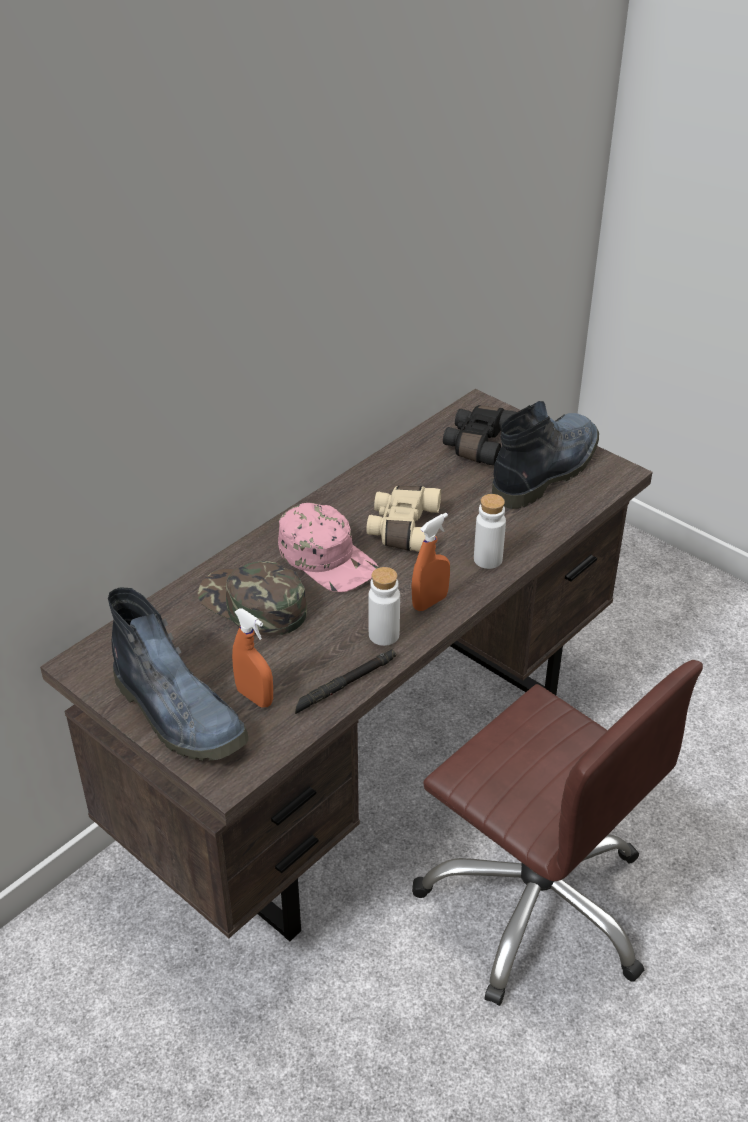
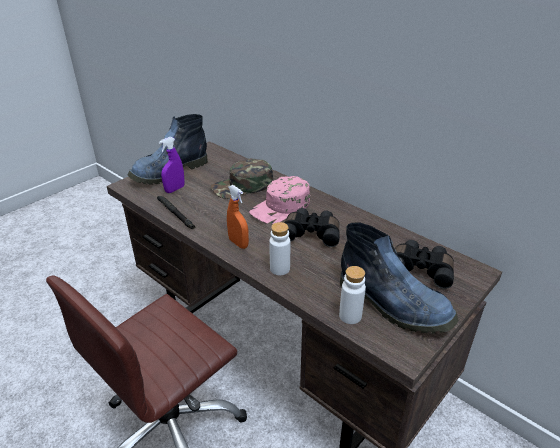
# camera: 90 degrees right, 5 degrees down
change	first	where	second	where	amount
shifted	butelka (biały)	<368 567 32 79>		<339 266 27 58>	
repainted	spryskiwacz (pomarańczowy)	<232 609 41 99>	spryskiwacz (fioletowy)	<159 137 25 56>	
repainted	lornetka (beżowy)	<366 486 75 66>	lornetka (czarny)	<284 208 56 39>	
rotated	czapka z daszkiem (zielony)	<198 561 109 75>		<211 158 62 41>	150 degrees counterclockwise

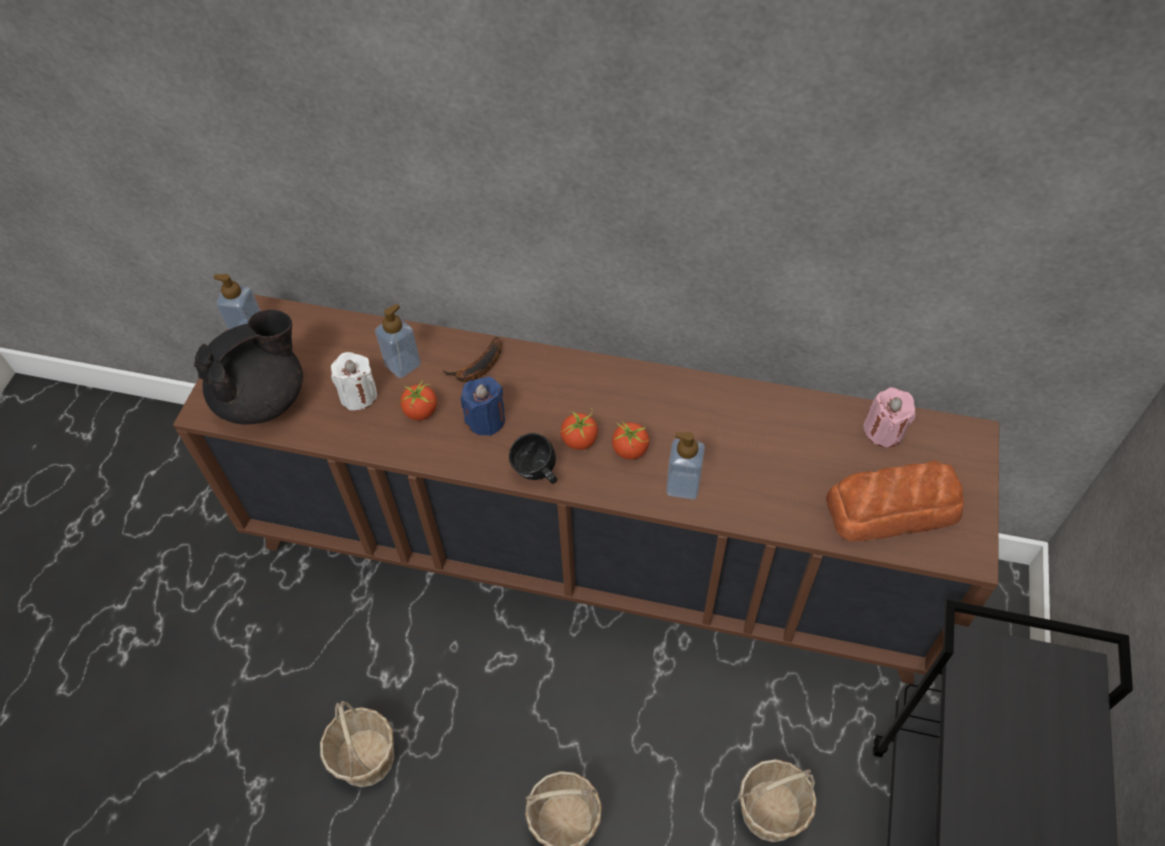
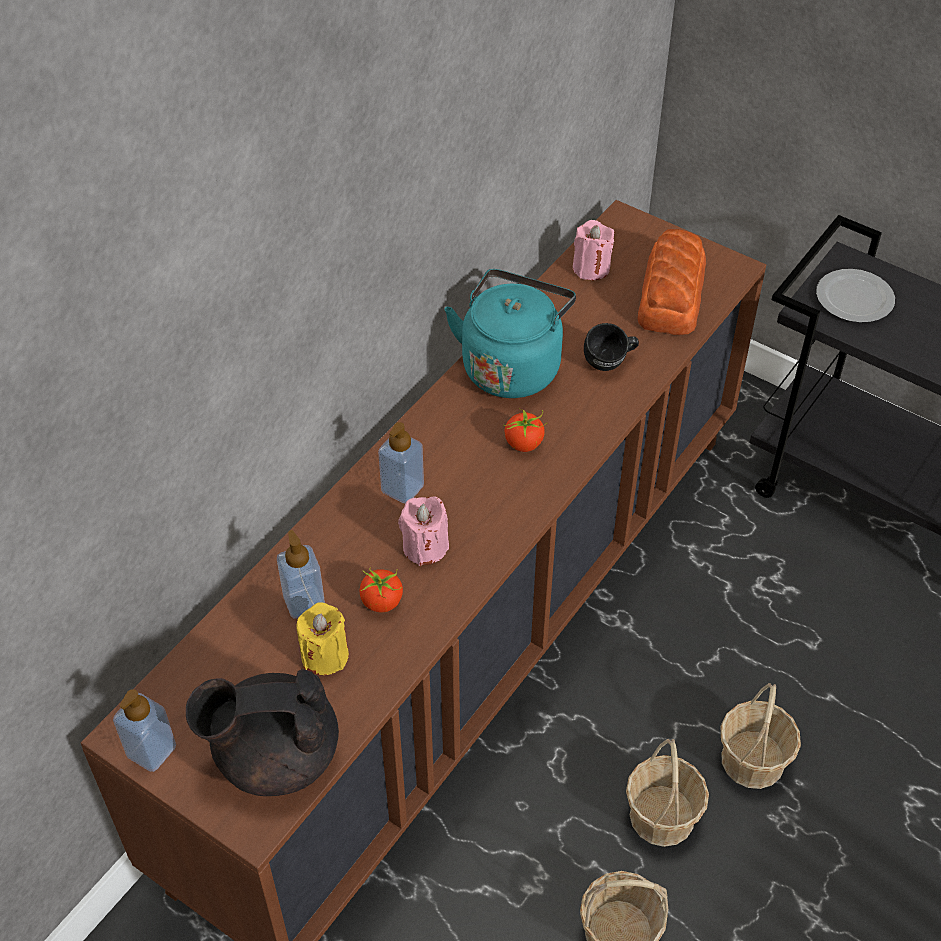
# camera: 70 degrees left, 5 degrees down
change	first	where	second	where	amount
gone	banan	<442 337 60 45>			
gone	pomidor	<560 408 40 42>			
new			czajnik (turkusowy)	<445 269 131 129>	
new			talerz	<816 269 79 54>	
shifted	kubek (czarny)	<509 433 48 51>		<584 323 55 48>	
shifted	dozownik mydła	<666 432 39 68>		<378 422 46 82>	
shifted	koszyk	<739 759 78 83>		<626 739 83 108>	
repainted	świeca (biały)	<331 352 46 58>	świeca (żółty)	<297 602 52 73>	
repainted	świeca (niebieski)	<461 377 44 59>	świeca (różowy)	<398 496 51 70>	
rotated	imbryk (czarny)	<194 310 109 114>		<186 669 153 127>	75 degrees counterclockwise

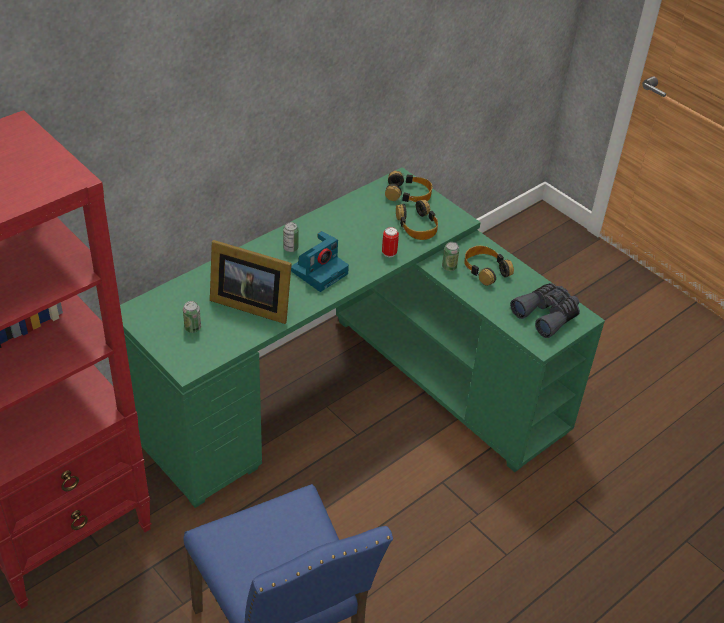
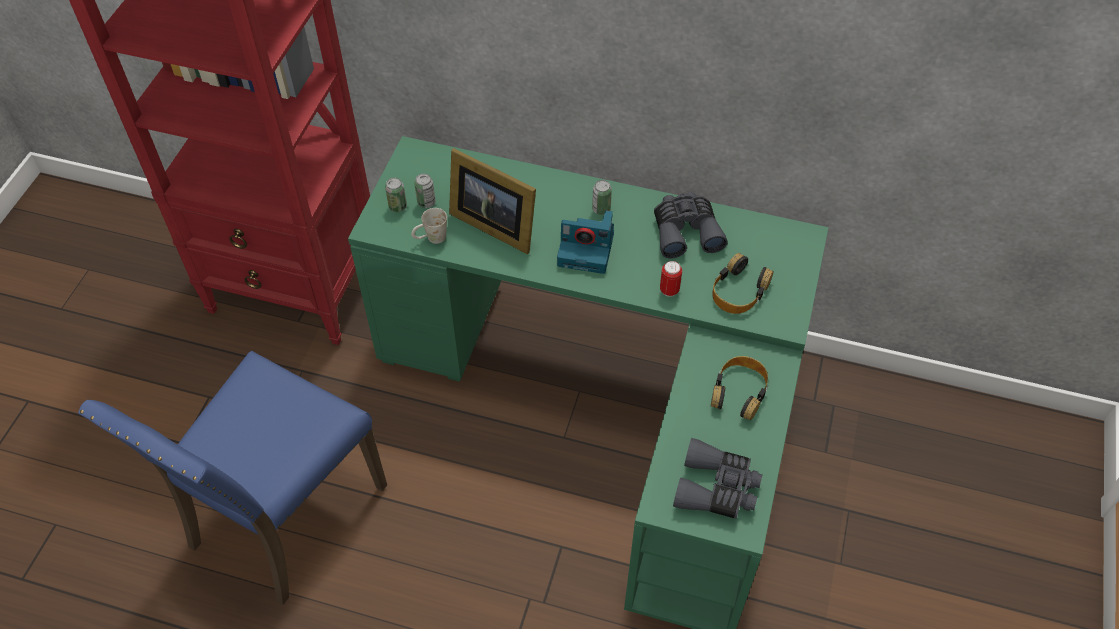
# camera: 60 degrees right, 10 degrees up
change	first	where	second	where	amount
gone	słuchawki	<385 171 47 31>			
new			kubek (biały)	<411 208 36 36>	
new			lornetka (szary)	<654 192 73 67>	
shifted	puszka	<442 242 18 29>		<385 178 22 34>	
rotated	ramka na zdjęcie	<210 240 82 84>		<449 148 87 106>	45 degrees counterclockwise

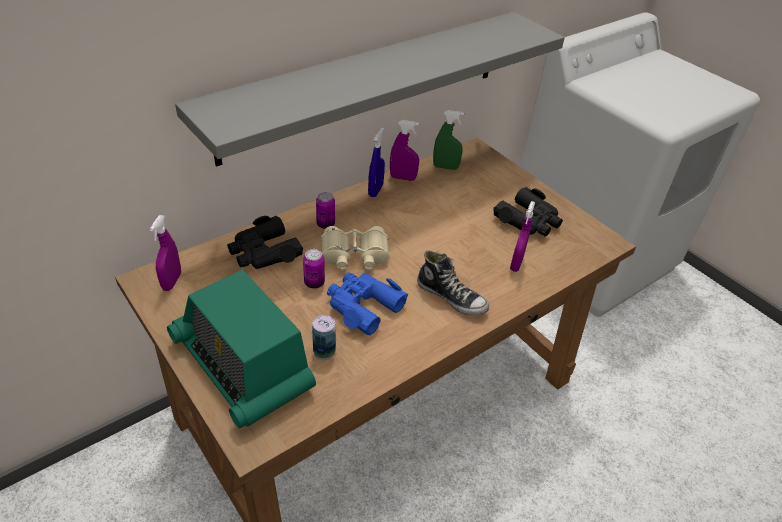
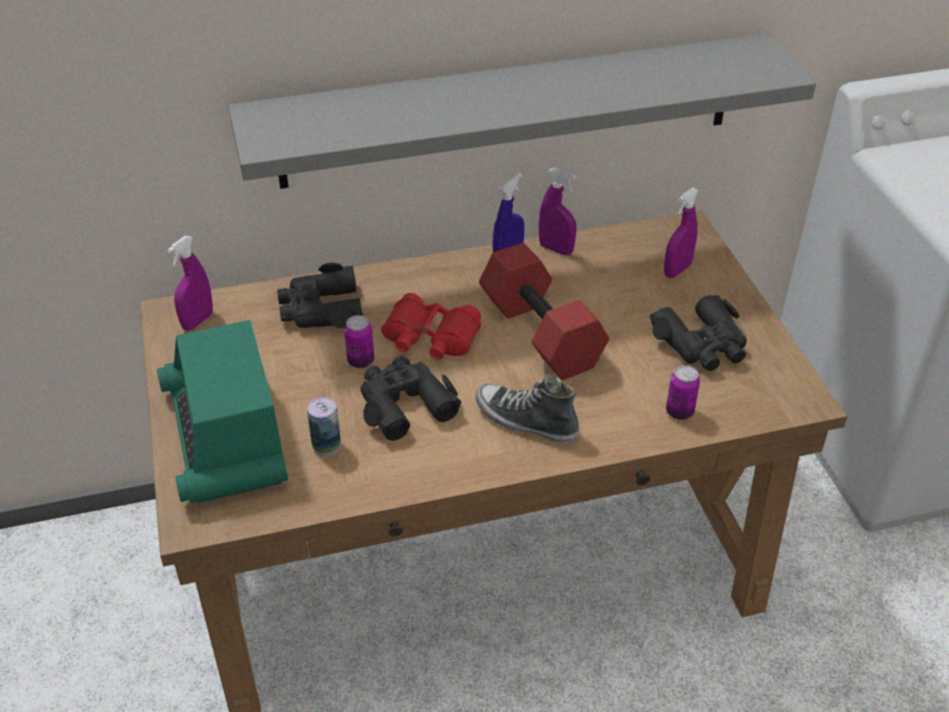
# camera: 25 degrees right, 0 degrees up
change	first	where	second	where	amount
gone	spryskiwacz (zielony)	<433 110 31 60>			
new			hantel (czerwony)	<479 243 130 137>	
shifted	puszka	<316 192 19 37>		<666 365 34 55>	
shifted	spryskiwacz (fioletowy)	<510 201 25 71>		<664 187 35 91>	
repainted	lornetka (beżowy)	<321 226 69 44>	lornetka (czerwony)	<381 293 100 67>	
repainted	lornetka (niebieski)	<327 272 81 63>	lornetka (czarny)	<360 356 101 85>	
rotated	but	<417 250 72 66>		<476 373 103 70>	150 degrees clockwise

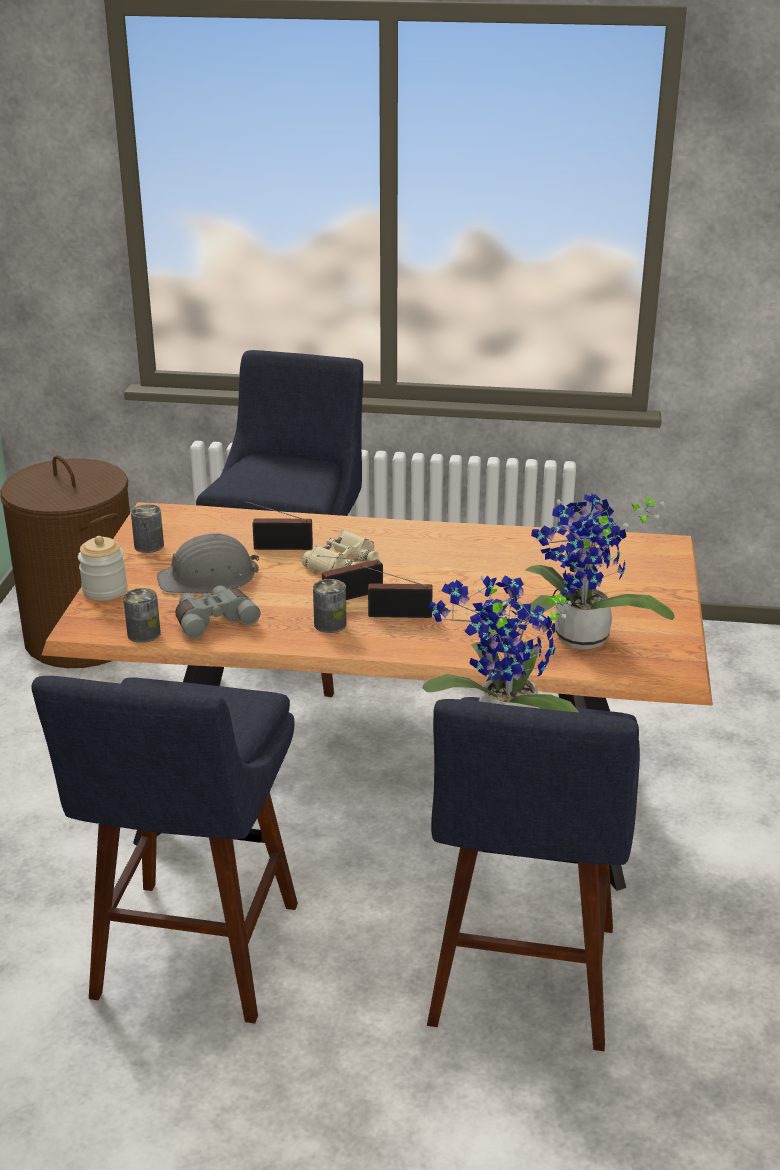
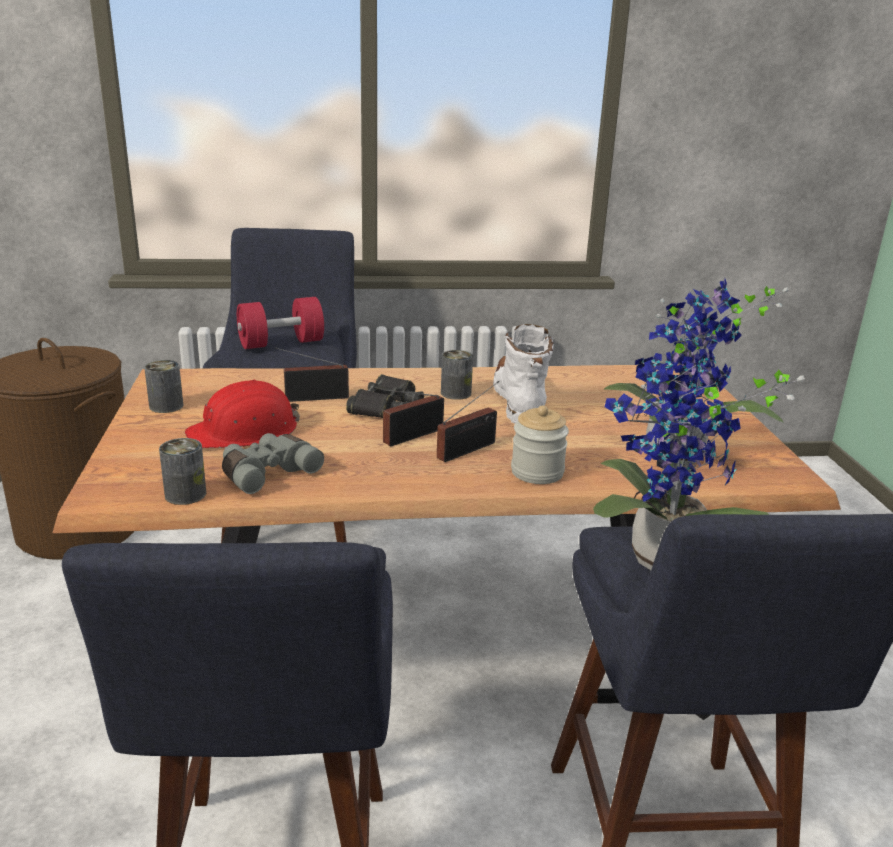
# camera: 15 degrees left, 5 degrees down
change	first	where	second	where	amount
new			hantel (czerwony)	<237 297 87 52>	
new			but z cholewką (biały)	<493 324 60 99>	
shifted	słoik	<78 536 49 65>		<511 405 58 79>	
shifted	puszka	<313 579 34 54>		<441 350 32 50>	
repainted	kask (szary)	<157 533 102 61>	kask (czerwony)	<185 380 115 68>	
repainted	lornetka (beżowy)	<302 530 77 42>	lornetka (czarny)	<346 374 78 44>	
rotated	radio	<360 565 73 53>		<437 381 62 81>	150 degrees clockwise

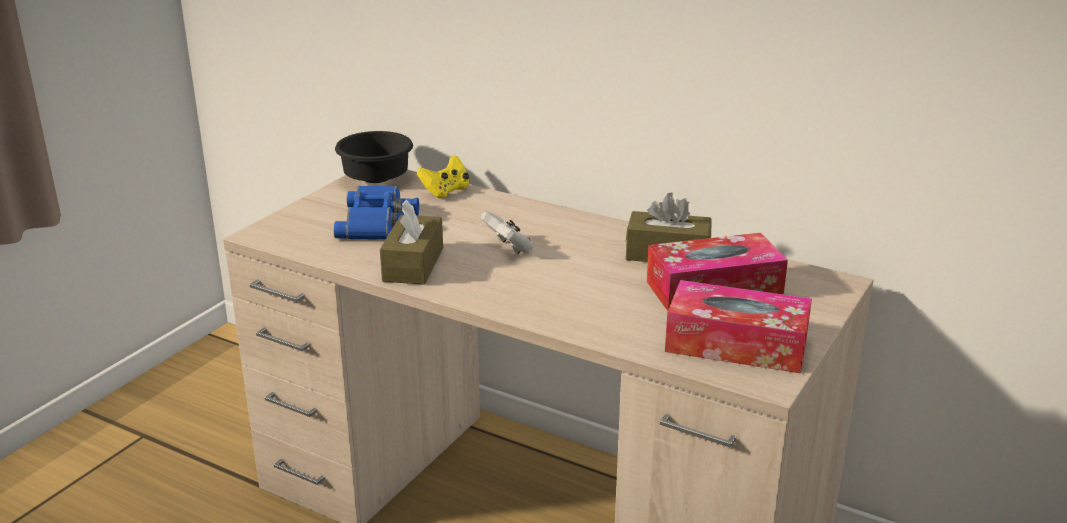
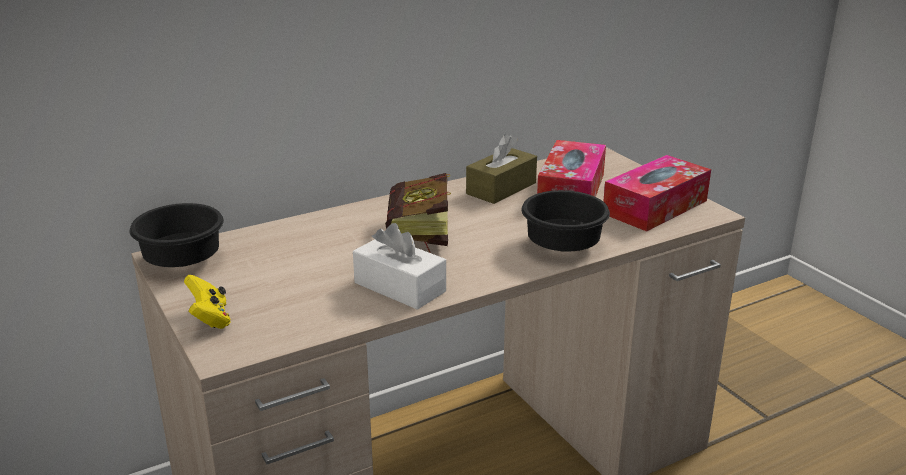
# camera: 60 degrees left, 0 degrees up
change	first	where	second	where	amount
gone	lornetka (niebieski)	<333 186 86 54>			
new			miska (czarny)	<521 190 89 62>	
shifted	pad do gier (żółty)	<417 155 52 43>		<184 275 47 54>	
swapped	pad do gier (biały)	<481 211 52 43>	książka	<385 173 66 80>	
repainted	pudełko chusteczek (brązowy)	<380 199 63 86>	pudełko chusteczek (biały)	<353 223 93 87>	

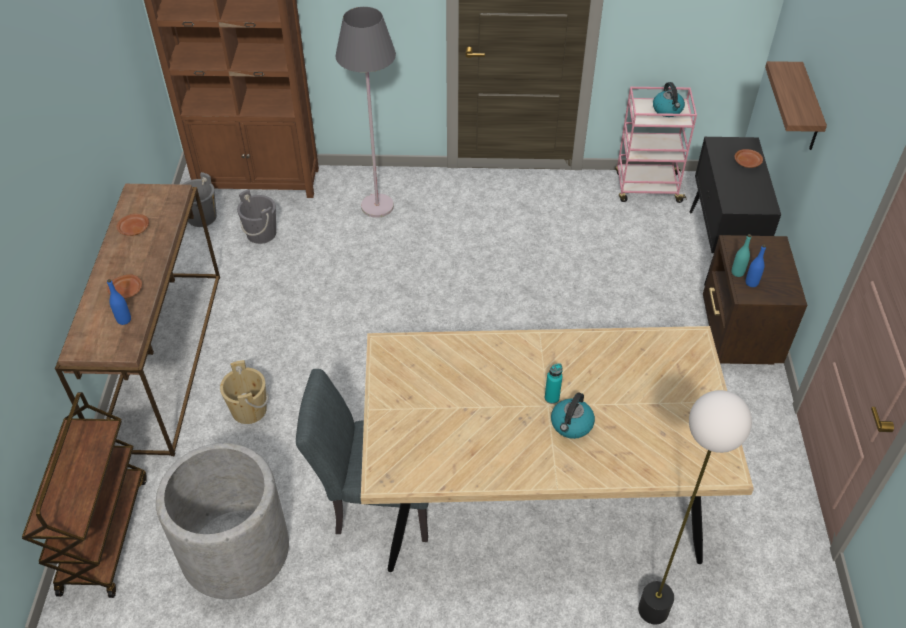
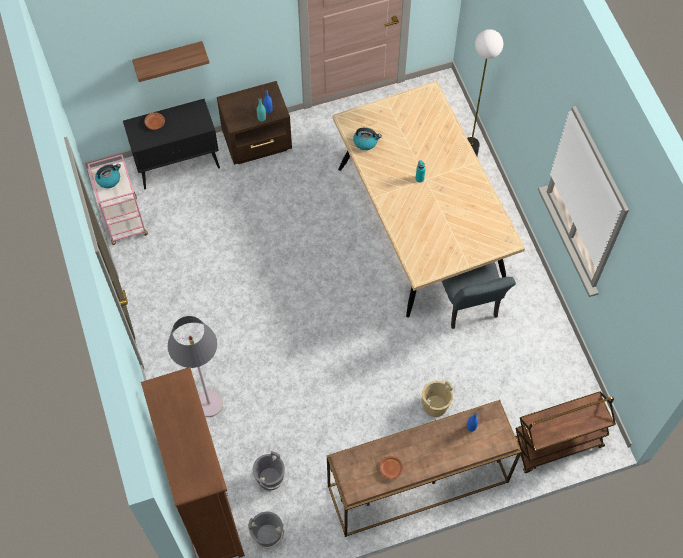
# camera: 110 degrees left, 15 degrees up
change	first	where	second	where	amount
gone	talerz (brązowy)	<108 275 34 24>			
gone	donica (szary)	<156 443 133 156>			
shifted	czajnik	<551 392 44 47>		<353 128 29 22>	

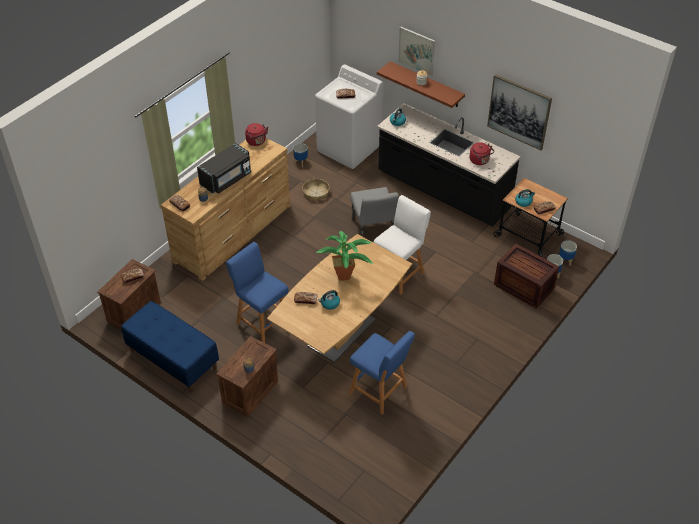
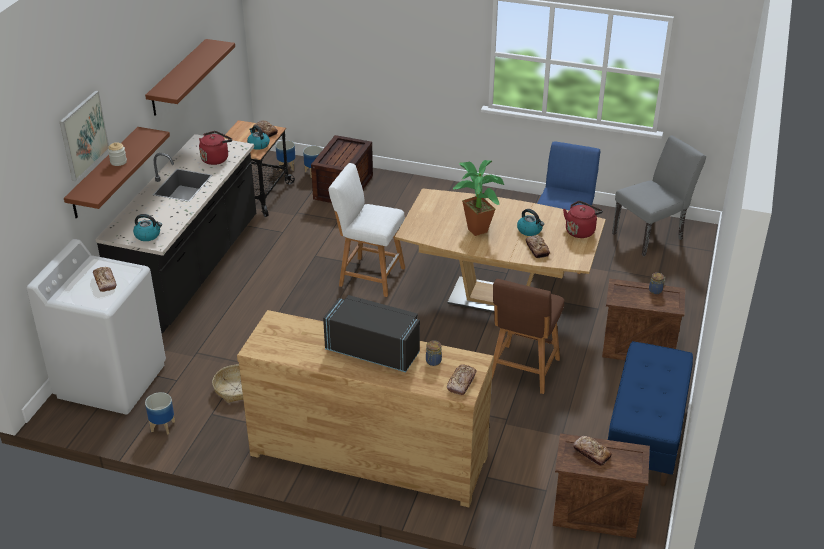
# camera: 110 degrees left, 10 degrees down
change	first	where	second	where	amount
shifted	czajnik (czerwony)	<245 123 23 23>		<563 201 40 37>	
shifted	krzesło (szary)	<350 187 49 50>		<612 136 94 120>	
swapped	obraz	<487 74 65 76>	półka (brązowy)	<145 39 90 77>	
repainted	stołek (niebieski)	<226 242 63 101>	stołek (brązowy)	<492 279 72 115>	

